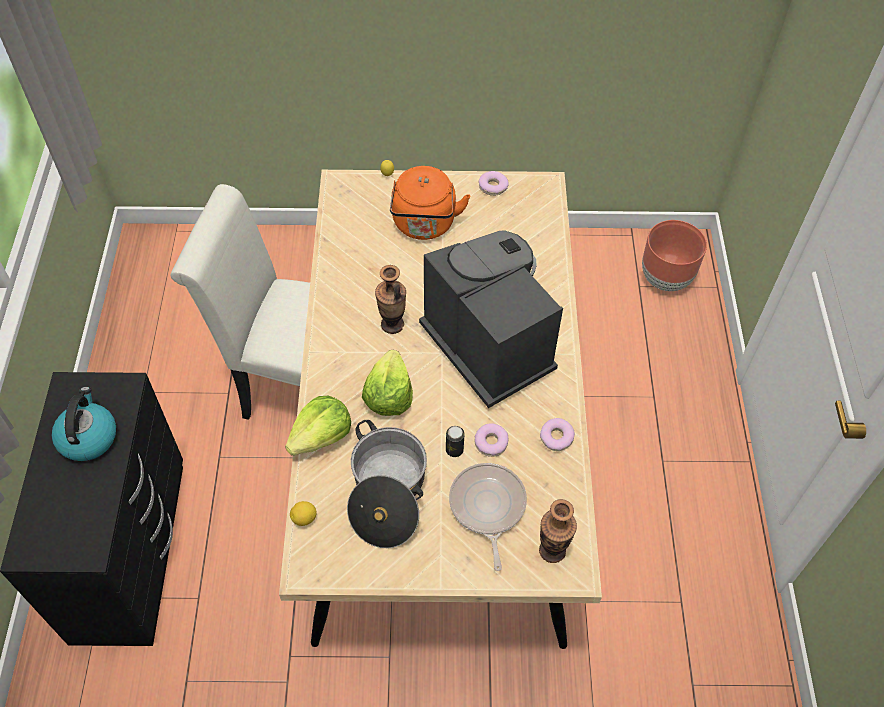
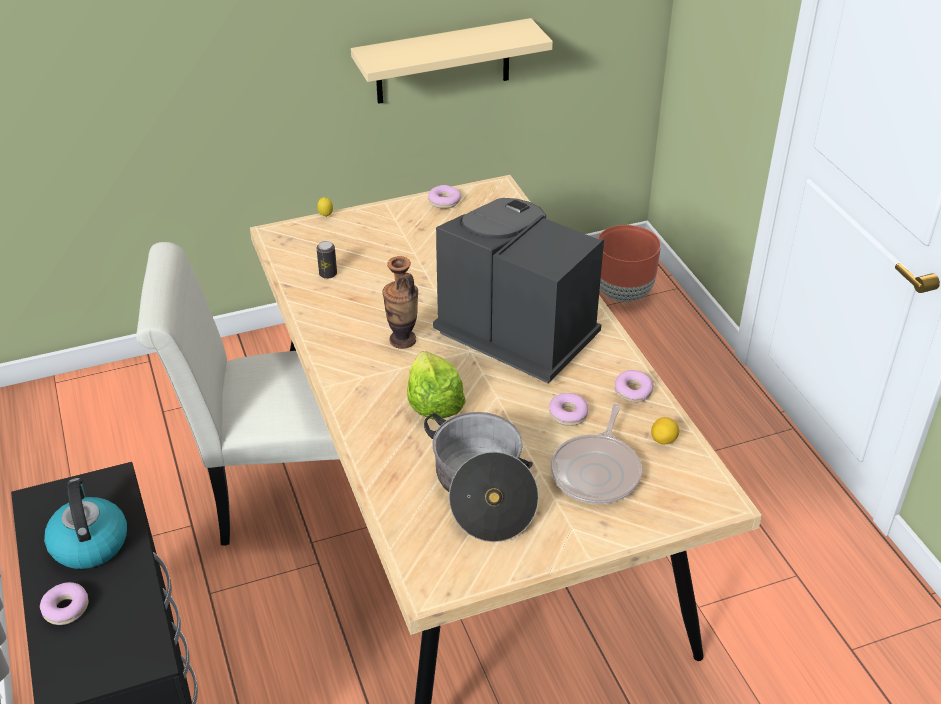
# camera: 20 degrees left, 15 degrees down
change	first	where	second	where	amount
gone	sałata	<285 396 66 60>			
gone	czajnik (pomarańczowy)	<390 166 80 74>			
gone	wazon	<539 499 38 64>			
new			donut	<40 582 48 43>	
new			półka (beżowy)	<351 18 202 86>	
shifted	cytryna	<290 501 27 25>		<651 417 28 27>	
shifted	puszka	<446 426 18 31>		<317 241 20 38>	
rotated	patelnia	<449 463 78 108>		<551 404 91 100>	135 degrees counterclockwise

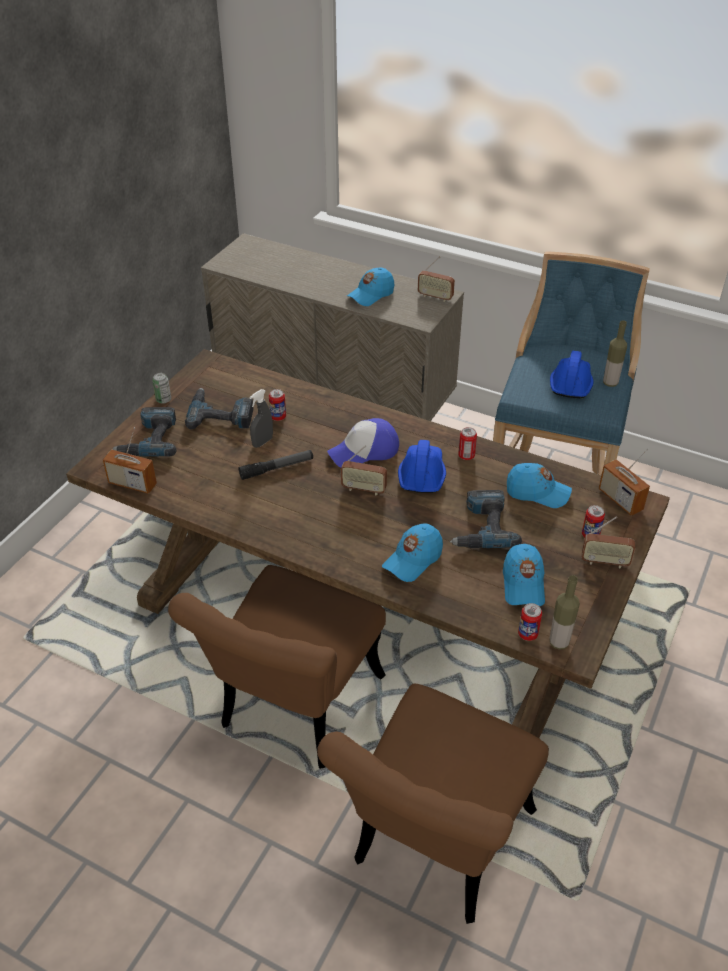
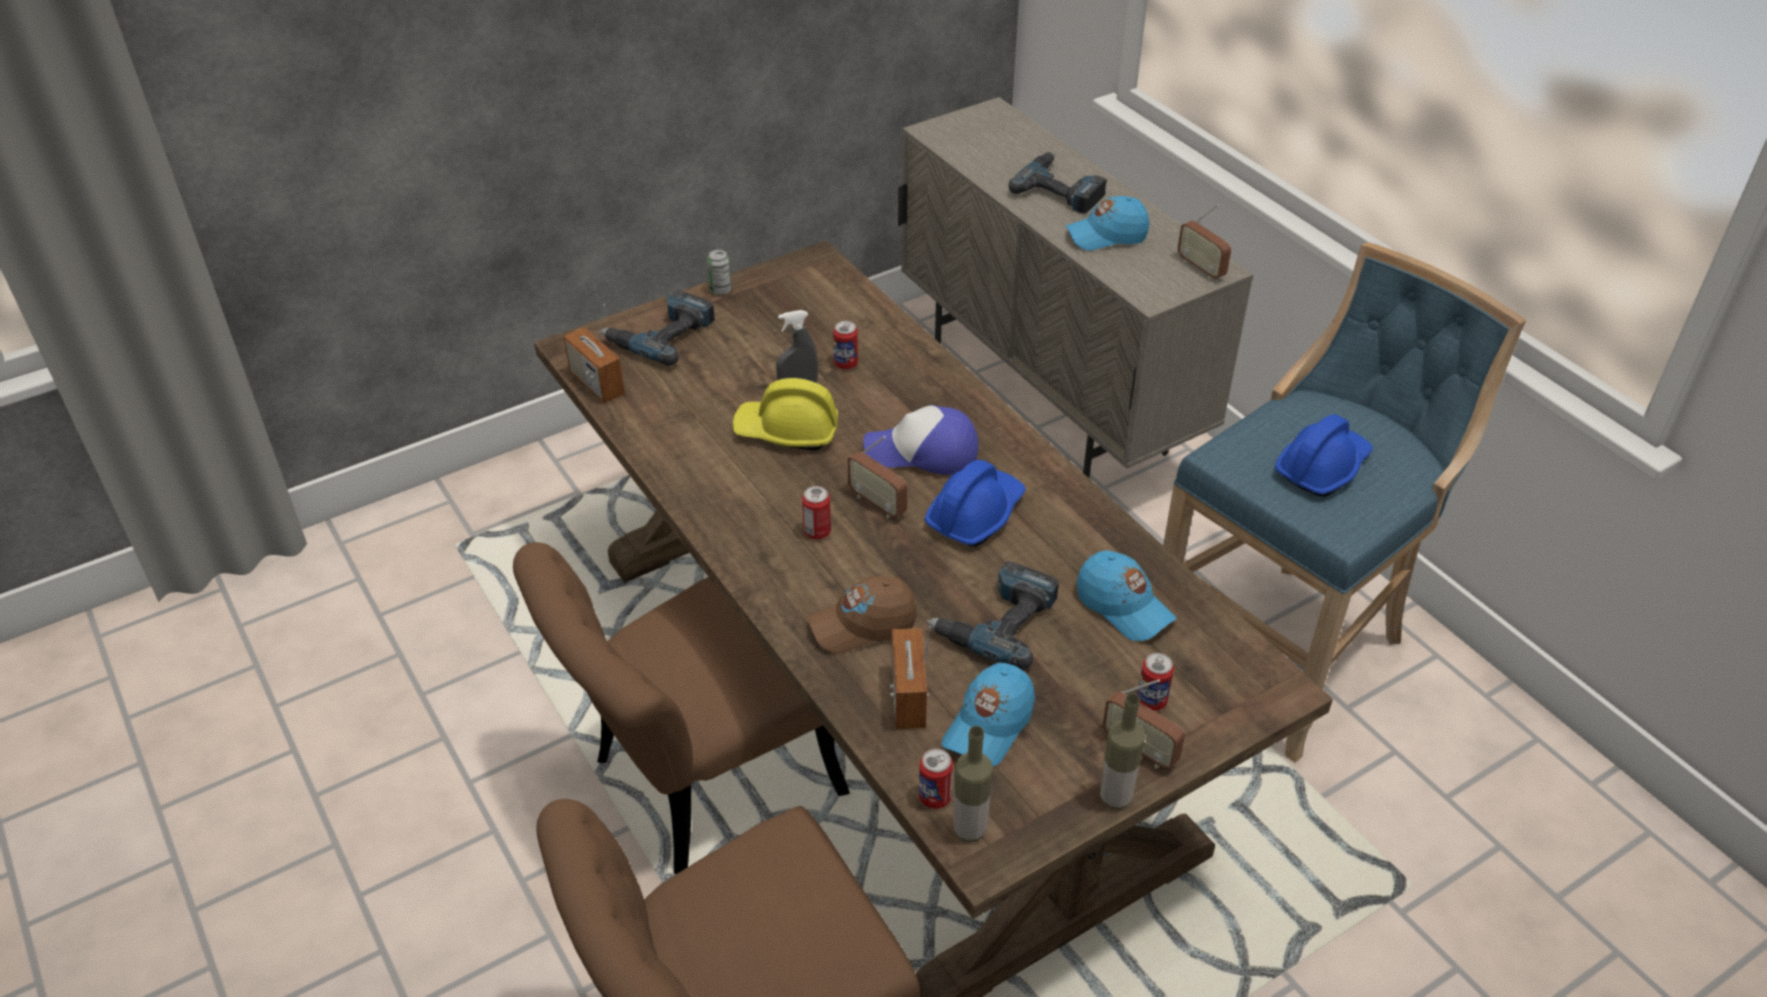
# camera: 30 degrees right, 0 degrees up
change	first	where	second	where	amount
shifted	wiertarka	<185 388 69 41>		<1008 152 99 62>	
shifted	puszka	<458 427 19 33>		<802 486 29 53>	
shifted	radio	<599 448 51 68>		<890 626 41 103>	
shifted	butelka	<603 320 24 67>		<1100 693 45 117>	
swapped	latarka	<238 450 75 30>	kask (żółty)	<733 378 105 73>	
repainted	czapka z daszkiem (niebieski)	<382 523 61 59>	czapka z daszkiem (brązowy)	<808 576 109 78>	

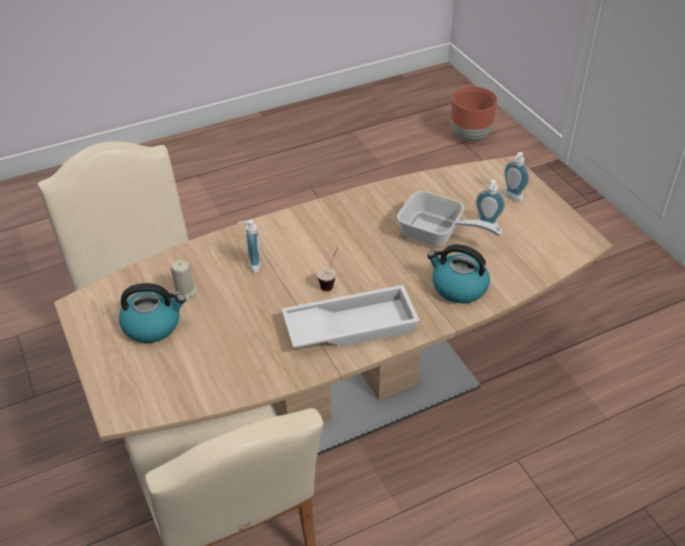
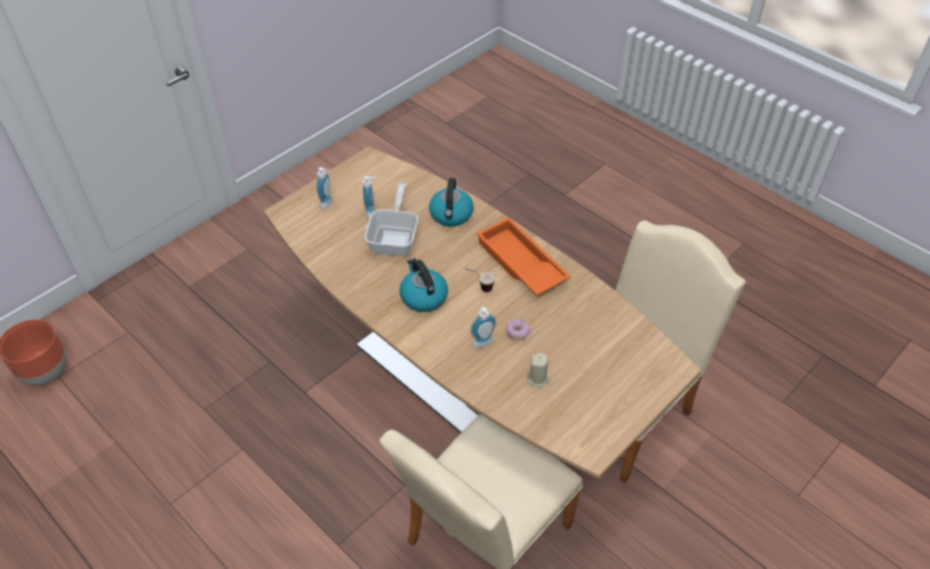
# camera: 110 degrees left, 5 degrees up
change	first	where	second	where	amount
new			donut	<506 319 24 21>	
shifted	czajnik	<119 283 67 60>		<400 258 48 54>	
repainted	taca (biały)	<282 285 138 63>	taca (pomarańczowy)	<476 217 95 78>	

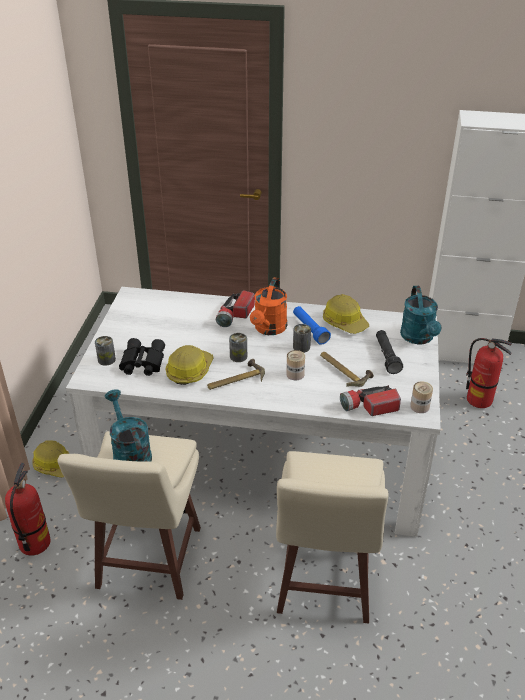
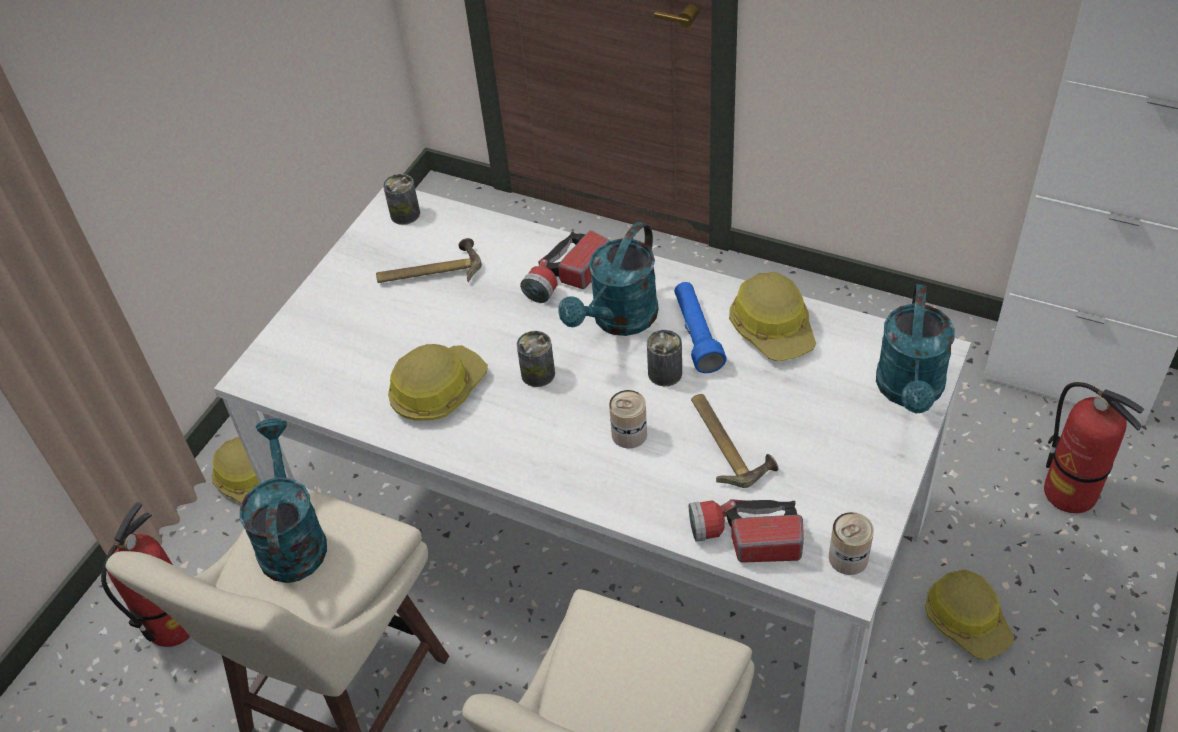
# camera: 20 degrees right, 10 degrees up
change	first	where	second	where	amount
gone	lornetka (czarny)	<119 338 46 38>			
gone	latarka (czarny)	<376 330 27 44>			
new			kask	<925 569 89 91>	
shifted	puszka	<95 336 21 30>		<383 174 37 51>	
shifted	młotek	<207 359 58 31>		<376 238 106 45>	
repainted	konewka (pomarańczowy)	<250 277 37 58>	konewka (turkusowy)	<559 222 100 114>	

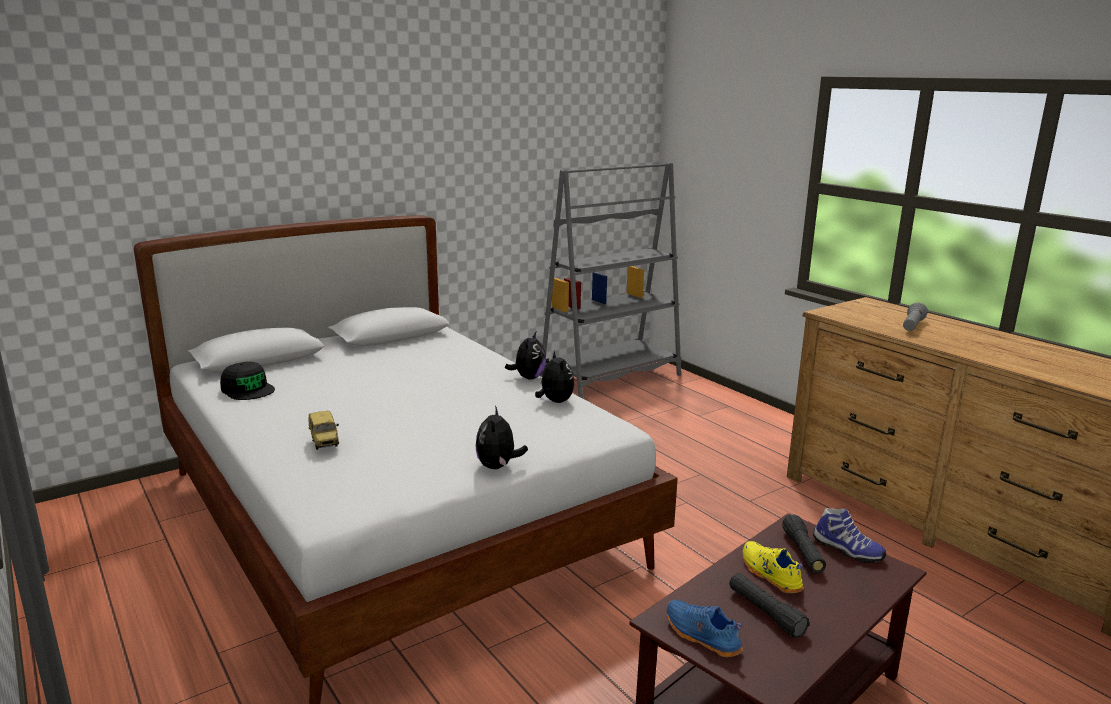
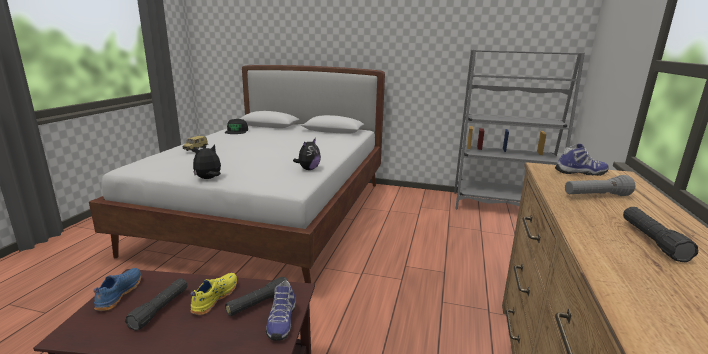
# camera: 50 degrees right, 0 degrees up
change	first	where	second	where	amount
gone	pluszak	<505 332 41 47>			
new			but	<555 144 54 32>	
new			latarka (czarny)	<623 207 75 55>	

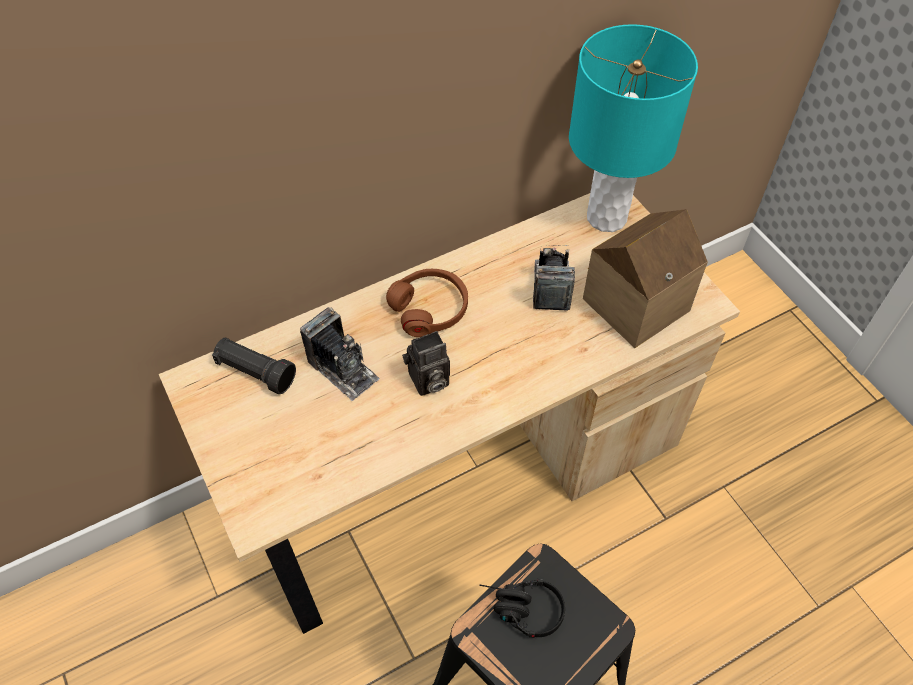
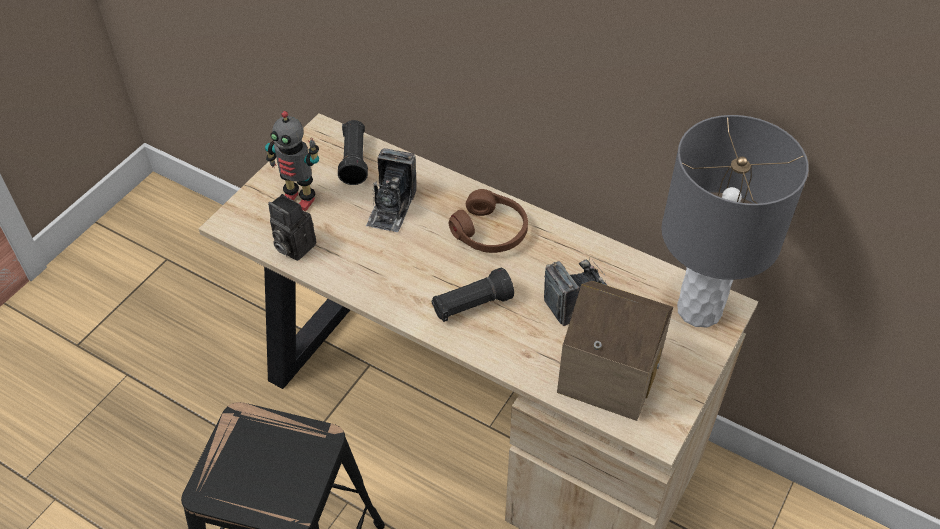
# camera: 60 degrees right, 5 degrees down
change	first	where	second	where	amount
gone	słuchawki (czarny)	<479 579 86 59>			
new			robot zabawkowy	<265 111 54 100>	
new			latarka (czarny)	<431 268 83 54>	
shifted	aparat fotograficzny	<402 331 48 65>		<268 194 48 67>	
repainted	lampa stołowa (turkusowy)	<569 24 129 208>	lampa stołowa (szary)	<661 115 148 213>	

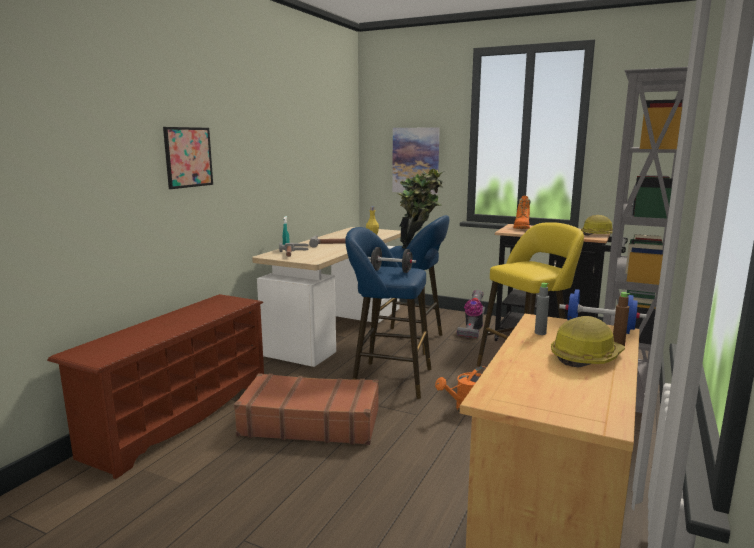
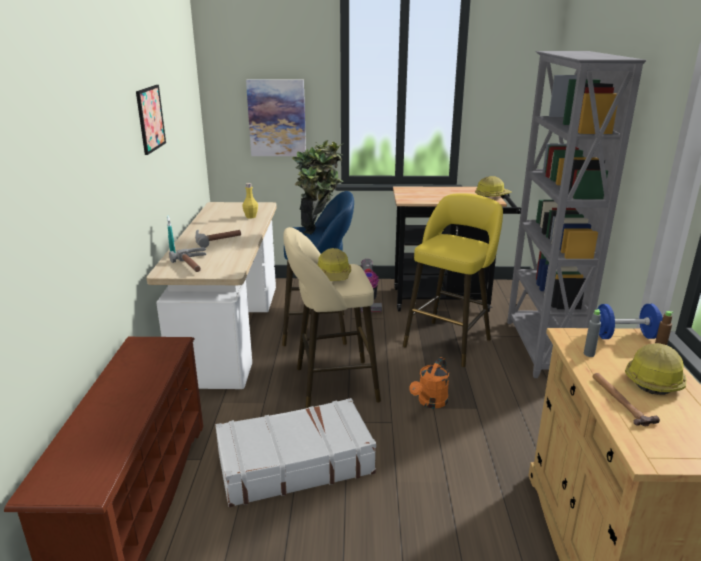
# camera: 25 degrees left, 10 degrees up
change	first	where	second	where	amount
gone	but z cholewką (pomarańczowy)	<513 196 17 33>			
new			młotek	<592 373 68 53>	
shifted	obraz	<163 127 50 62>		<136 85 30 70>	
swapped	hantel (czarny)	<368 247 48 26>	kask	<317 248 34 33>	
repainted	walizka (brązowy)	<234 373 145 72>	walizka (biały)	<215 398 161 109>	
repainted	stołek (niebieski)	<345 227 86 172>	stołek (beżowy)	<283 227 98 182>	

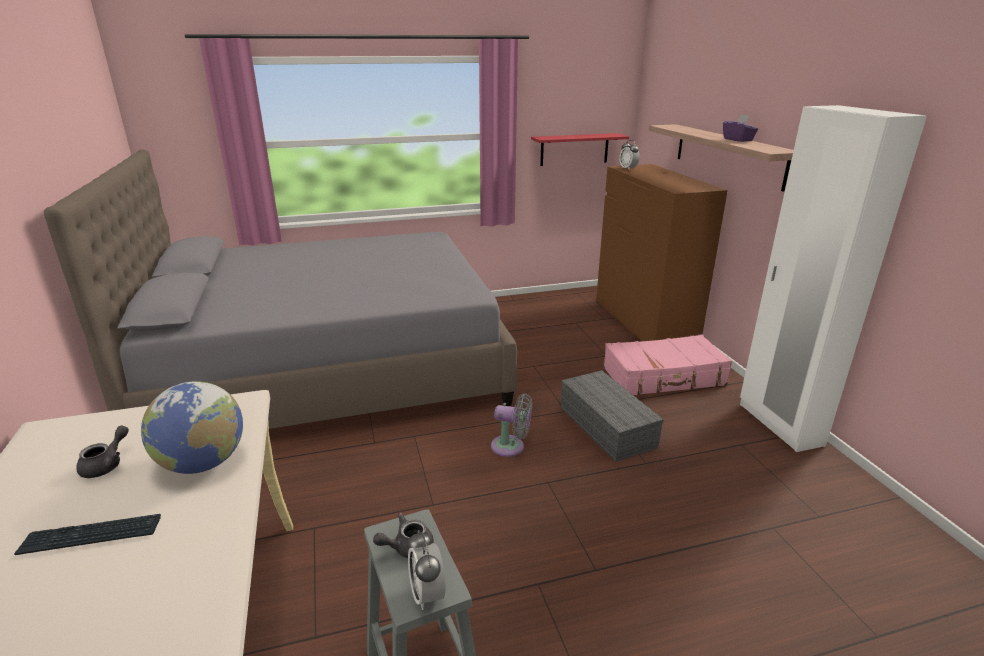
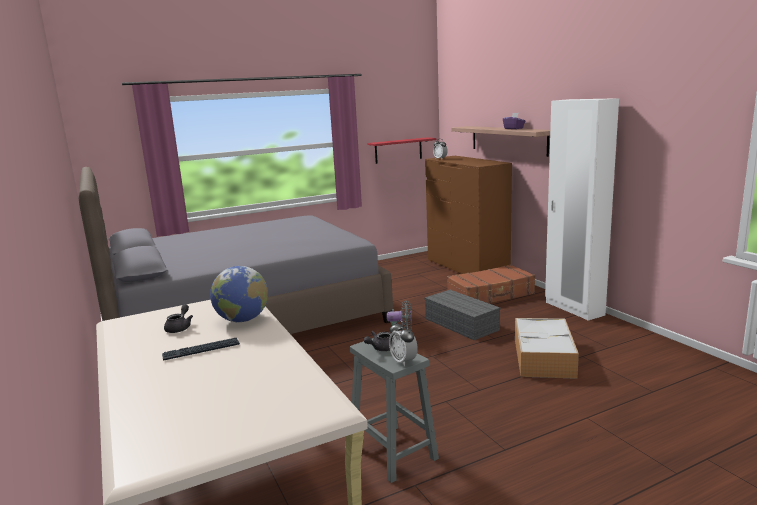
# camera: 10 degrees left, 10 degrees down
change	first	where	second	where	amount
new			pojemnik do przechowywania	<515 318 64 61>	
repainted	walizka (różowy)	<603 335 129 60>	walizka (brązowy)	<447 265 88 38>	

